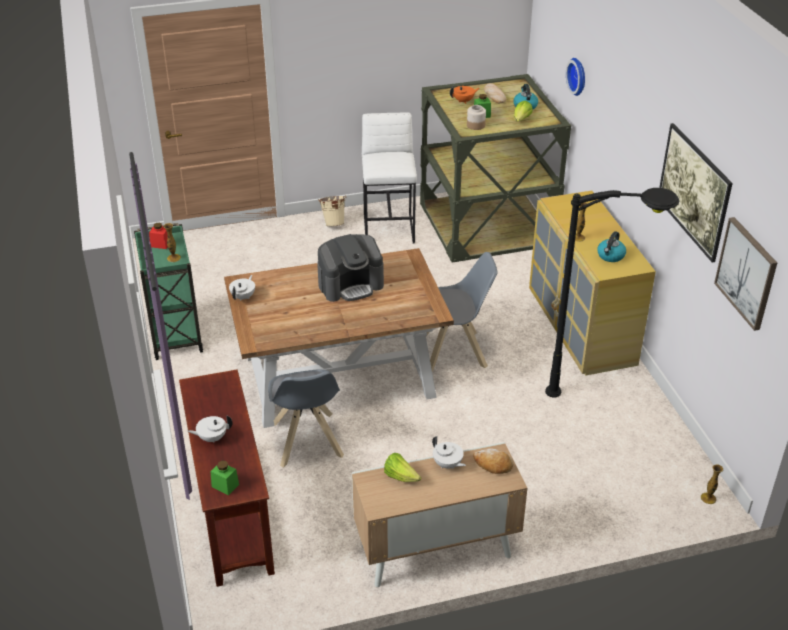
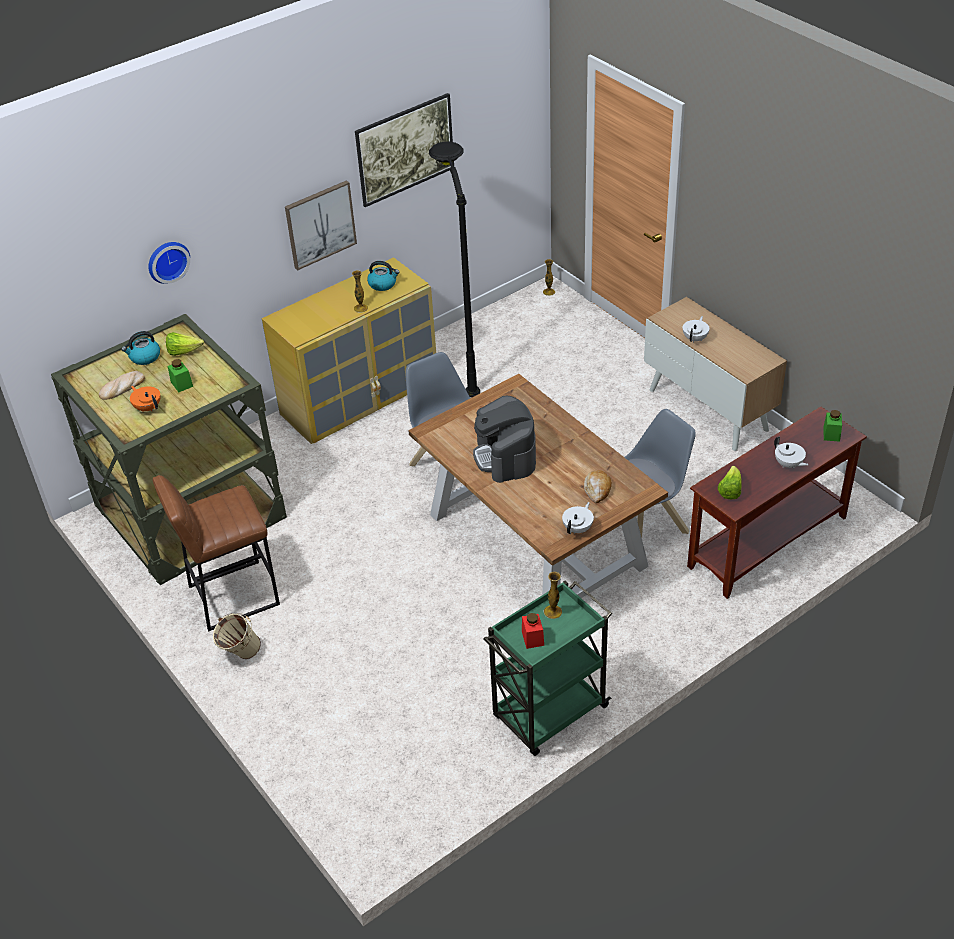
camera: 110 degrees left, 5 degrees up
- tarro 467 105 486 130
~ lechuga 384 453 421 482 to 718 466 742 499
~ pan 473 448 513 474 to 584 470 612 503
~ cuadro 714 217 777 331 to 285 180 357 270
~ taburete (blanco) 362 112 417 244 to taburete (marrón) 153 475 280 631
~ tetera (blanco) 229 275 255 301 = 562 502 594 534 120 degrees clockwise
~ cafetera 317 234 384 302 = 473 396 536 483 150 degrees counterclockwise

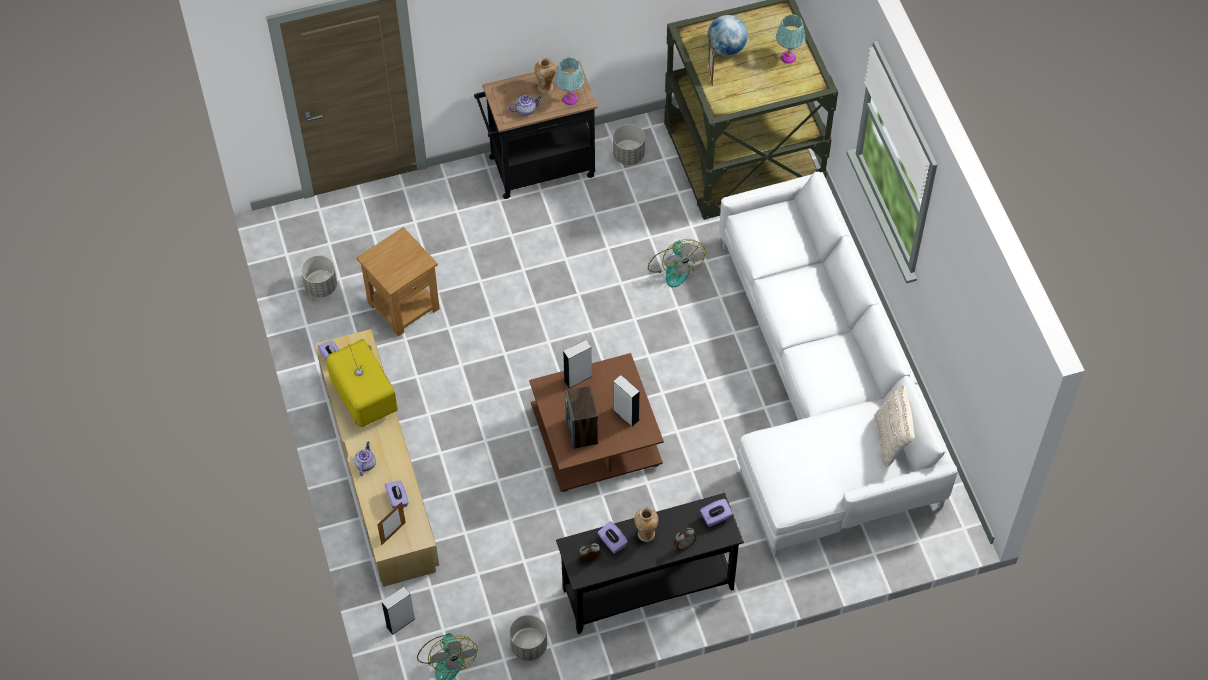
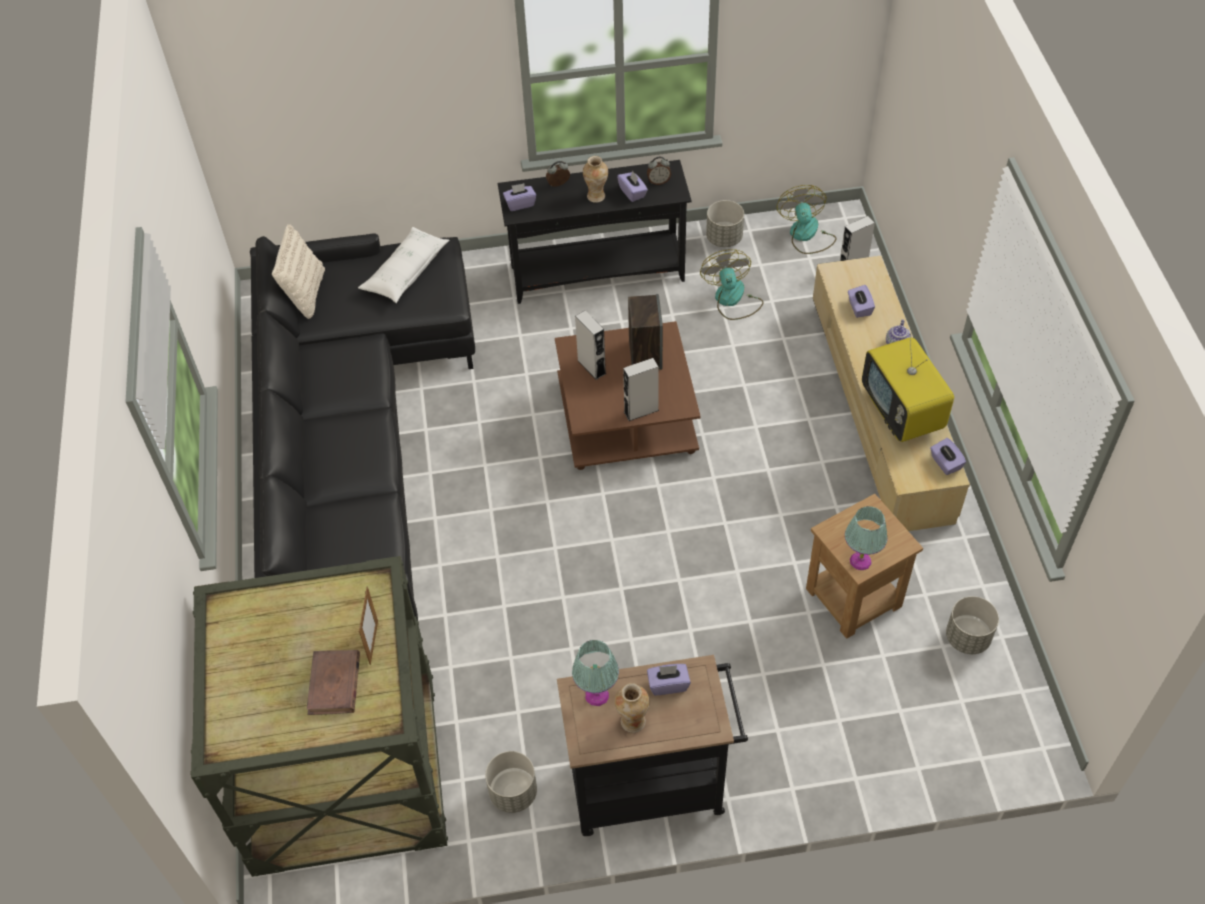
camera: 170 degrees left, 5 degrees down
- portarretratos 377 501 406 545
+ cojín (blanco) 358 227 449 303
~ ventilador 648 239 705 287 to 700 249 764 320
~ lámpara de mesa (turquesa) 776 15 806 63 to 845 506 887 570
~ tetera 509 95 542 116 to caja de pañuelos (morado) 647 664 691 696
~ globo terráqueo 707 15 748 56 to libro (marrón) 307 650 360 715
~ sofá (blanco) 719 171 958 557 to sofá (negro) 250 234 475 621

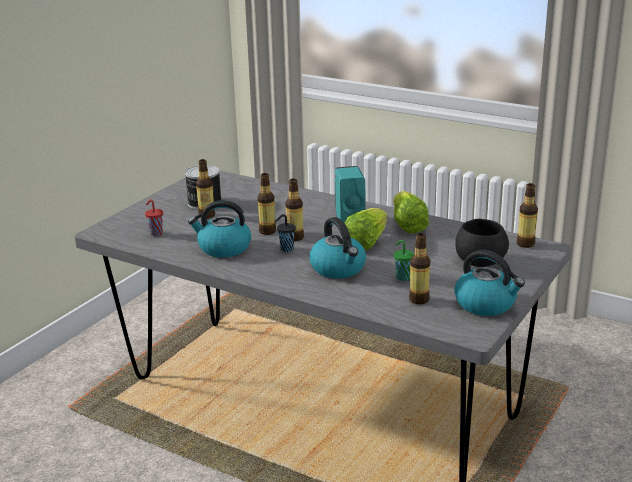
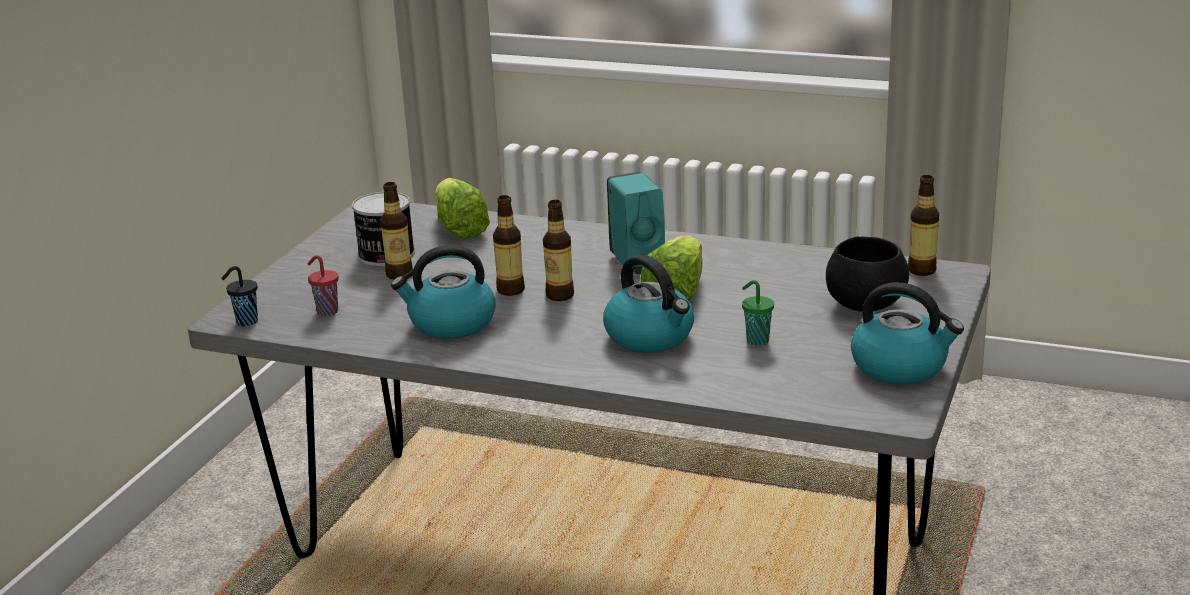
camera: 10 degrees left, 0 degrees up
- botella 409 233 430 304
~ taza (negro) 275 214 296 252 to 221 266 258 326
~ lechuga 393 191 429 233 to 435 178 490 239

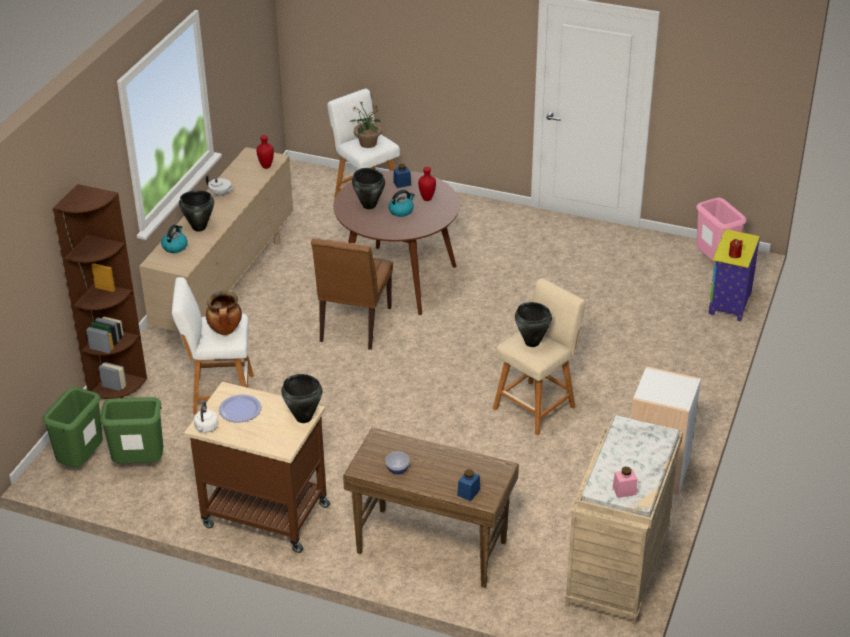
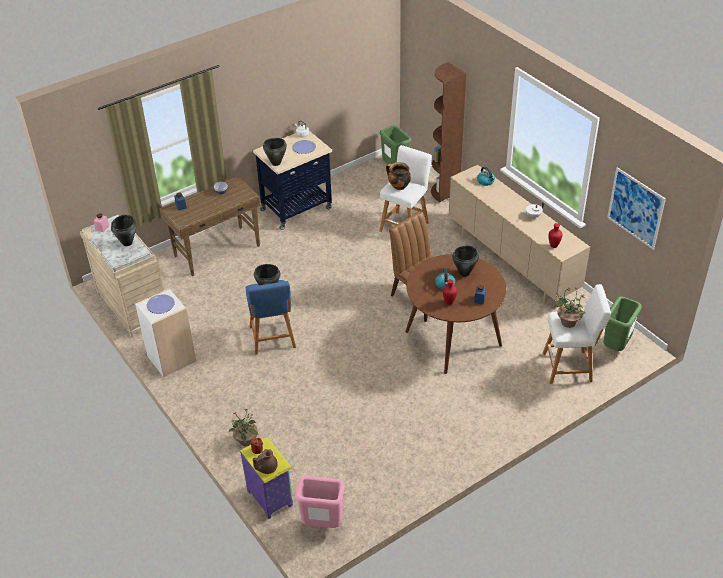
camera: 125 degrees right, 5 degrees up
+ plato 147 294 175 314
+ planta en maceta 229 408 259 446
+ tetera (marrón) 253 449 278 474
+ cuadro 607 167 666 250
~ papelera (verde) 100 397 163 464 to 604 297 642 351
~ olla (negro) 179 190 214 232 to 111 215 136 246
~ carrito (marrón) 184 382 330 553 to carrito (azul) 253 131 332 230
~ taburete (beis) 493 278 586 436 to taburete (azul) 246 280 296 355

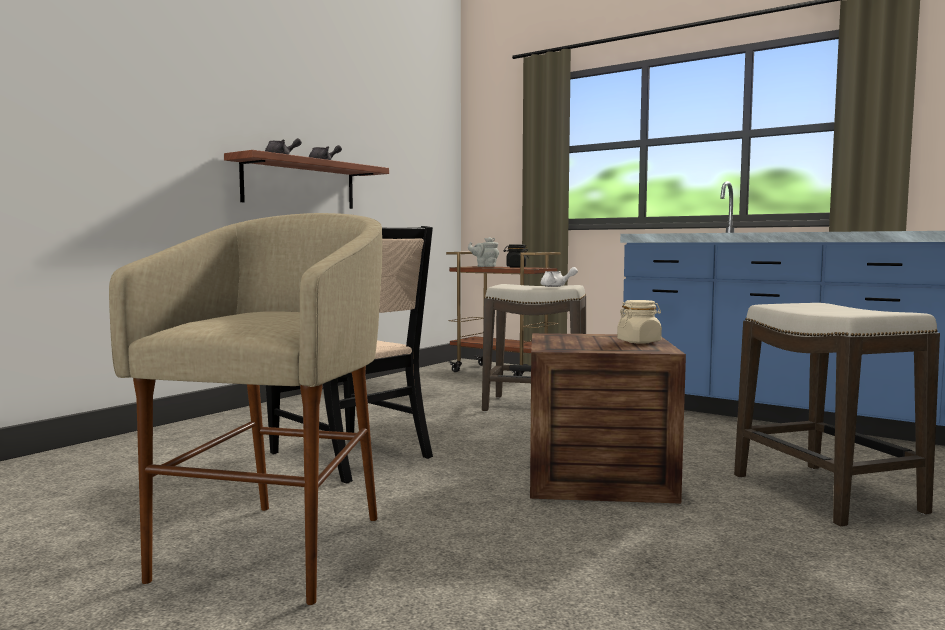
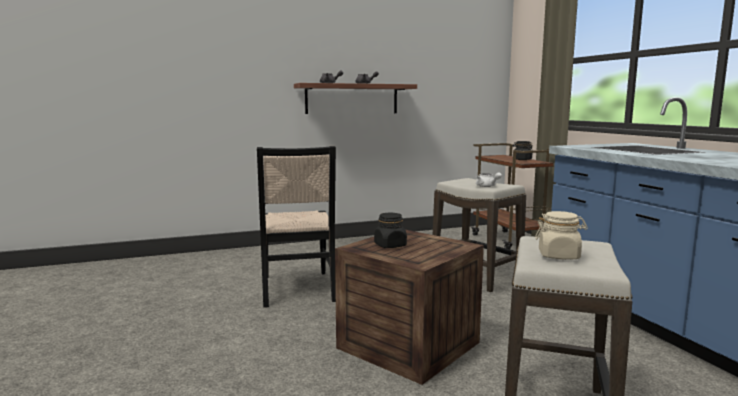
camera: 35 degrees right, 5 degrees up
- taburete (beis) 109 213 382 605
- tetera (gris) 468 237 499 267
+ tarro (negro) 374 213 407 248
~ tarro (beis) 617 300 662 344 to 535 211 588 259

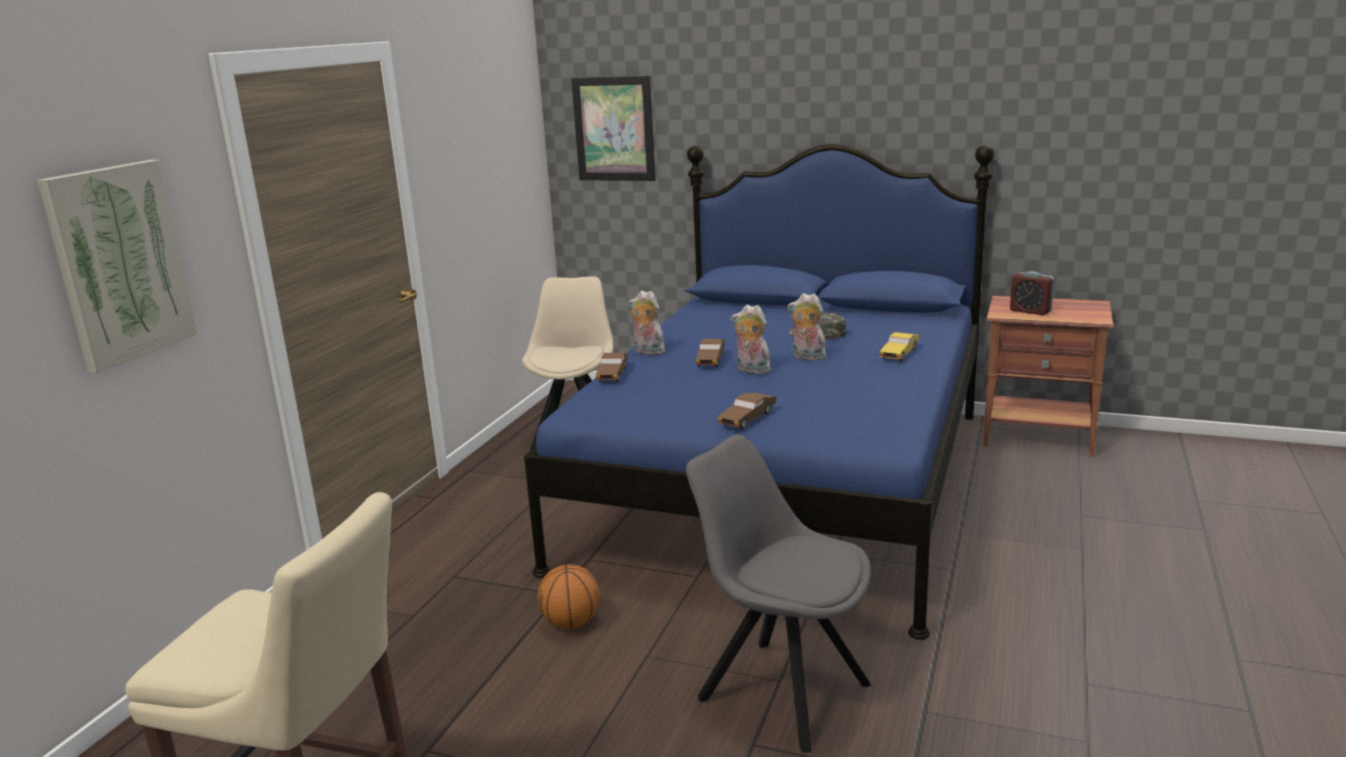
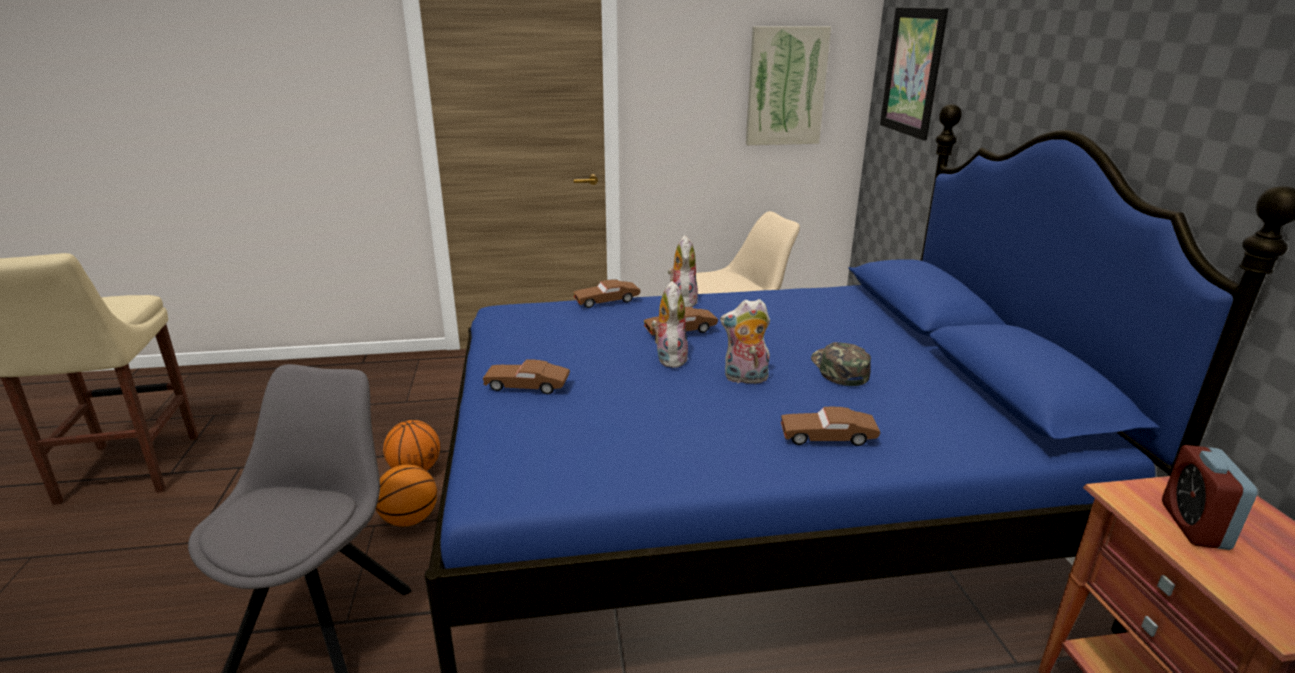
camera: 60 degrees right, 5 degrees up
+ balón de baloncesto 376 464 437 527
~ cuadro 37 160 198 373 to 746 26 831 145
~ coche de juguete (amarillo) 880 332 919 362 to coche de juguete (marrón) 781 407 880 446
~ peluche 787 293 826 360 = 720 299 770 384 90 degrees counterclockwise

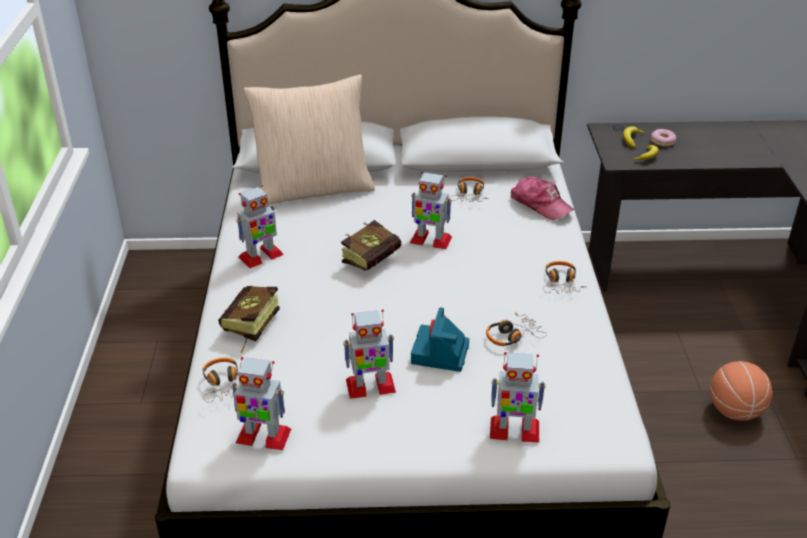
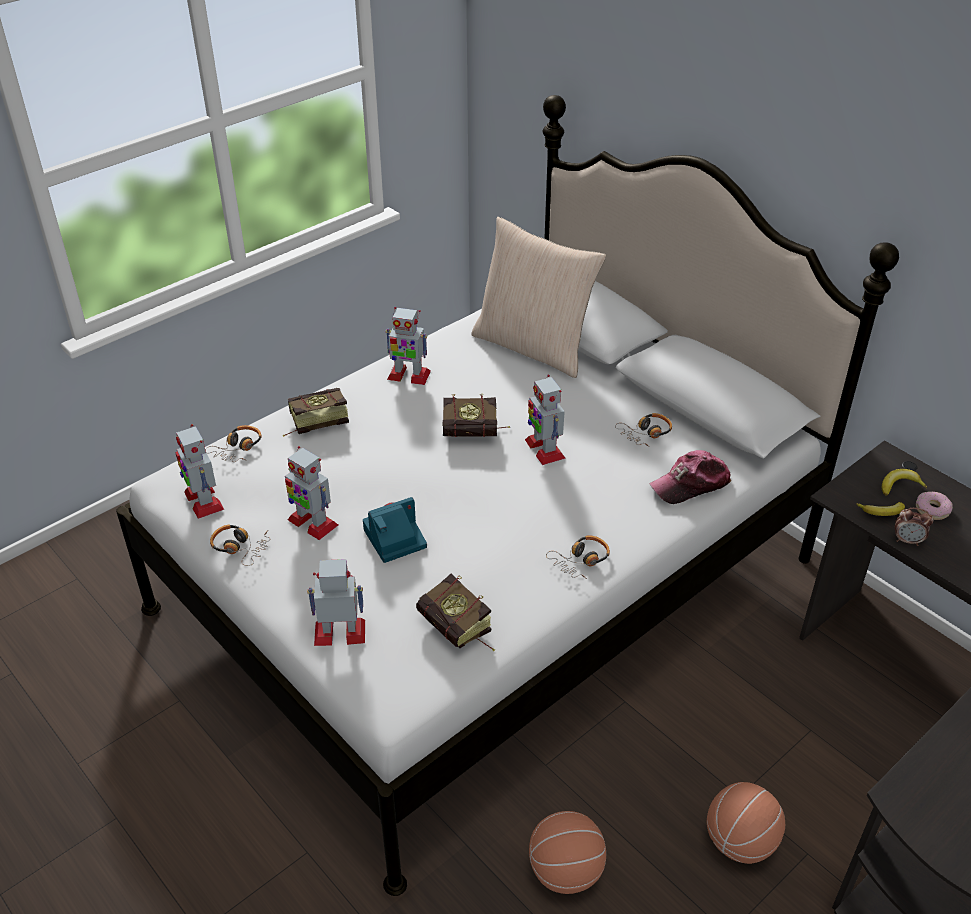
camera: 50 degrees right, 5 degrees up
+ libro 416 574 495 652
+ balón de baloncesto 529 811 606 894
+ despertador 895 508 933 546
~ auriculares 486 312 547 346 to 210 524 271 566
~ robot de juguete 490 352 546 443 = 307 559 365 646 120 degrees clockwise
~ gorra 511 176 574 220 = 649 450 731 504 60 degrees clockwise

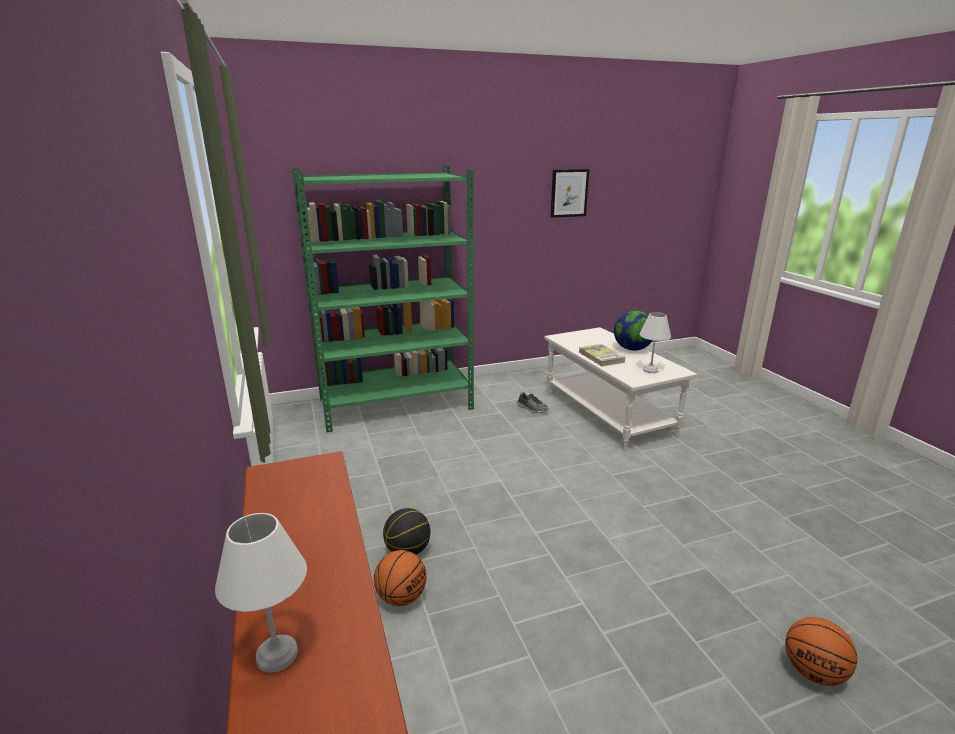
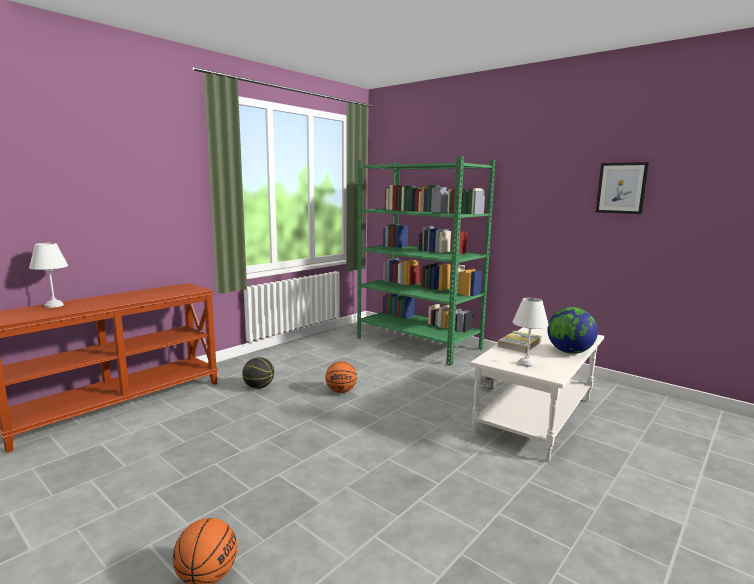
camera: 60 degrees right, 10 degrees down
~ balón de baloncesto 374 550 426 606 to 325 361 357 393

